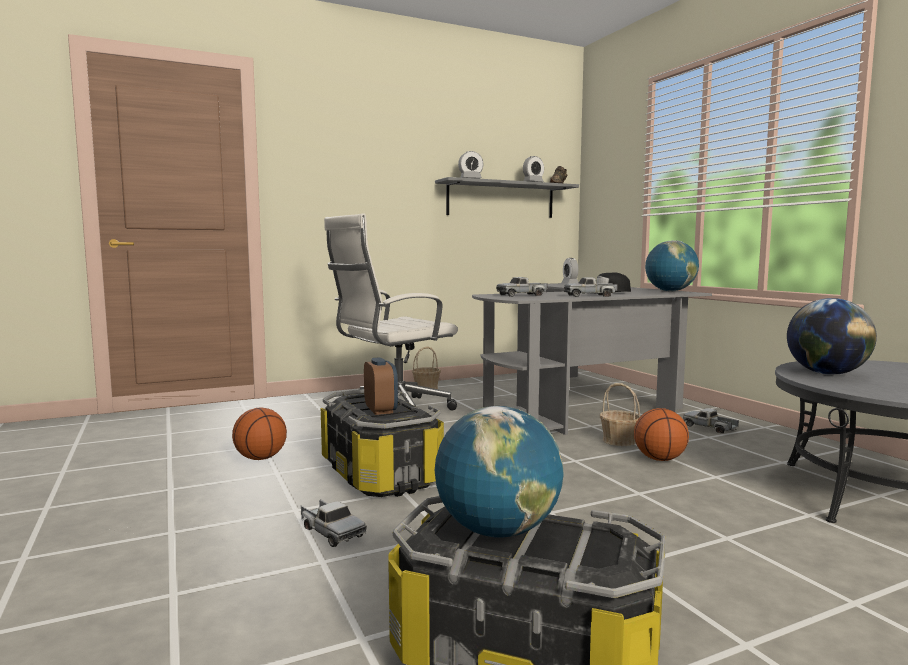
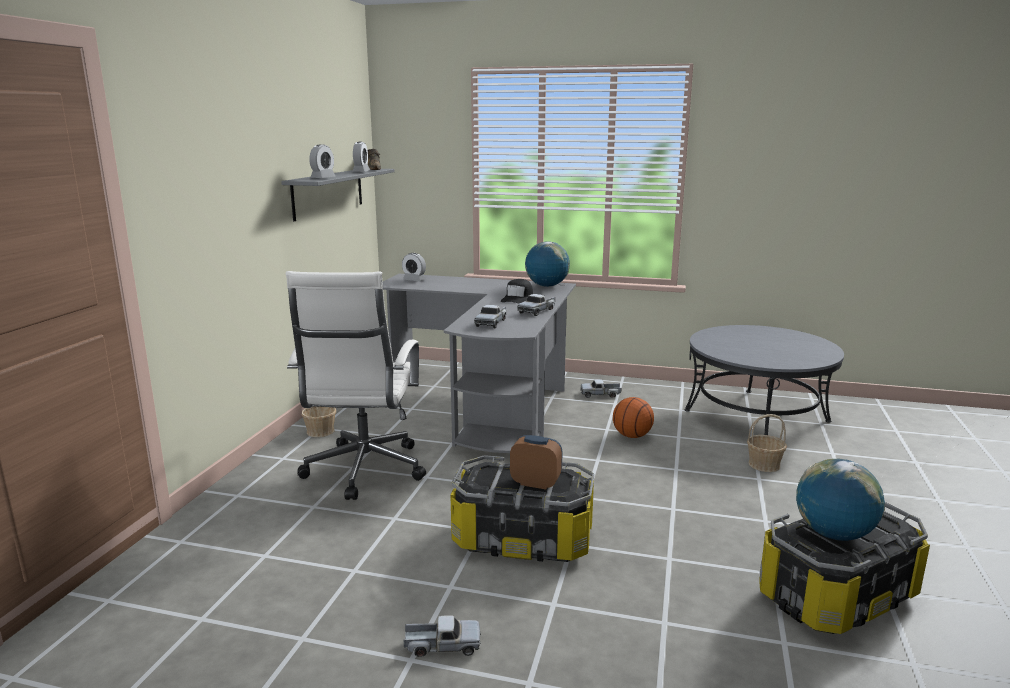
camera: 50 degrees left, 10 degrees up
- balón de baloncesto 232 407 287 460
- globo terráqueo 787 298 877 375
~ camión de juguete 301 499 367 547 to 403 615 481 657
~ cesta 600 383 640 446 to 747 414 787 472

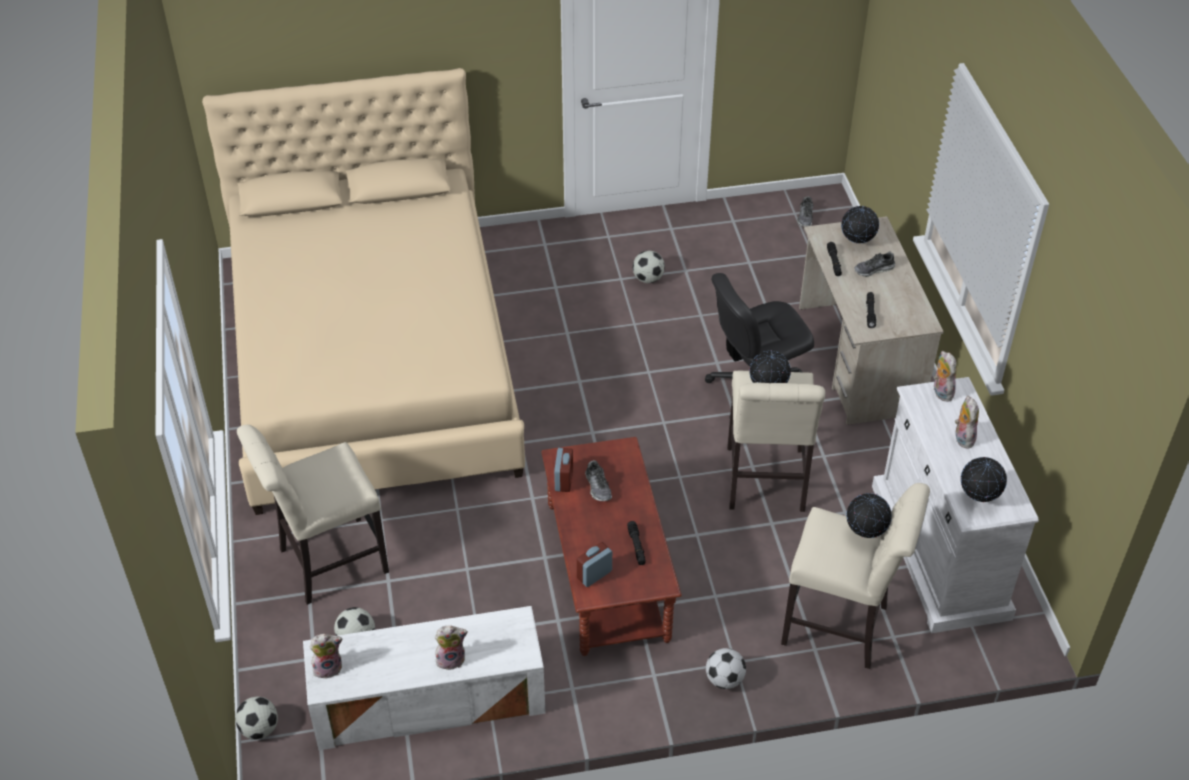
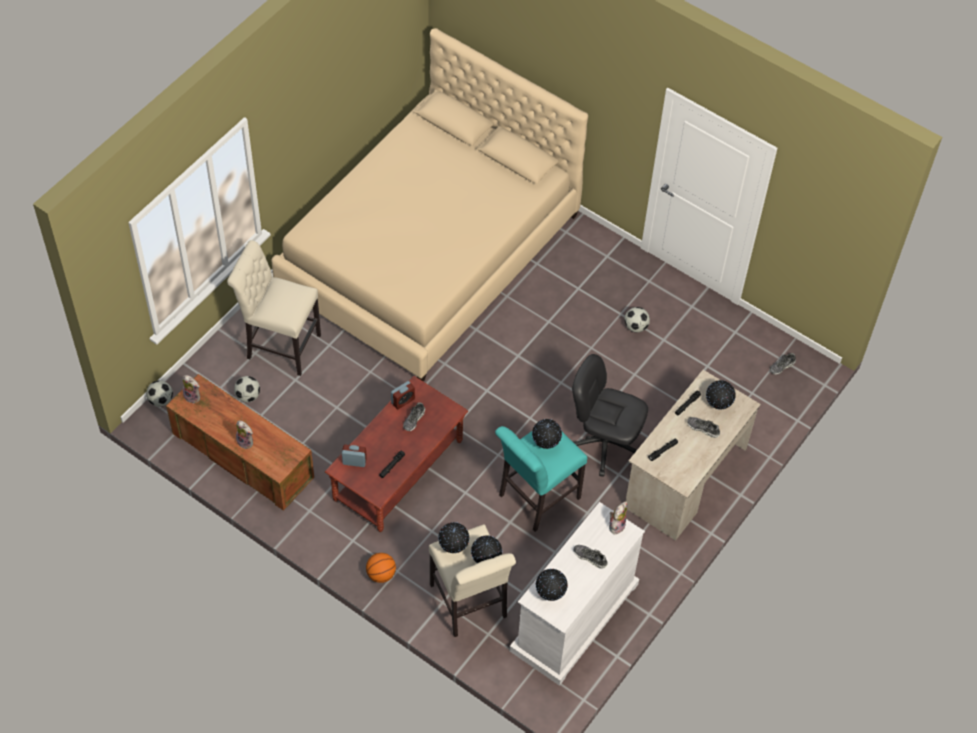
camera: 45 degrees right, 10 degrees up
+ globo terráqueo 438 522 469 553
~ balón de fútbol 706 648 746 689 to balón de baloncesto 366 553 396 583
~ peluche 955 396 979 449 to zapato 574 545 608 569
~ banco (blanco) 303 606 546 750 to banco (marrón) 166 374 314 511
~ taburete (beis) 727 371 825 512 to taburete (turquesa) 495 426 587 532

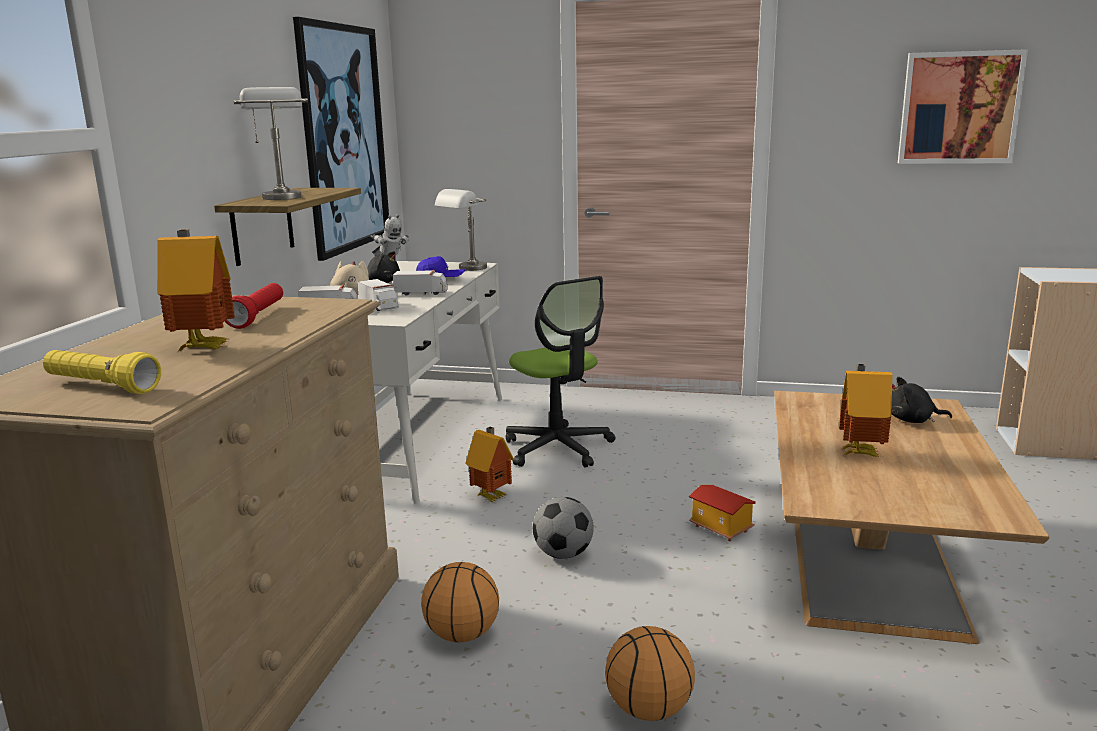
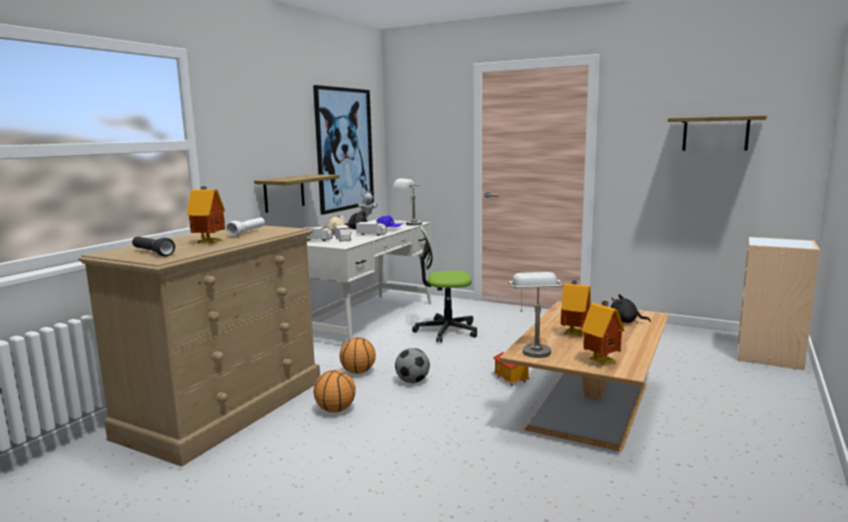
camera: 15 degrees right, 5 degrees down
~ lámpara de mesa (gris) 234 87 308 200 to 508 272 564 358
~ casita 465 427 514 502 to 582 301 625 365
~ balón de baloncesto 605 626 695 721 to 340 337 376 374
~ cuadro 898 49 1028 164 to estante 668 116 767 151
~ linterna (amarillo) 43 350 161 394 to linterna (negro) 132 236 175 256
~ linterna (rojo) 225 283 283 329 to linterna (blanco) 226 217 265 237
~ silla de oficina 506 276 616 468 = 412 225 477 343 105 degrees clockwise

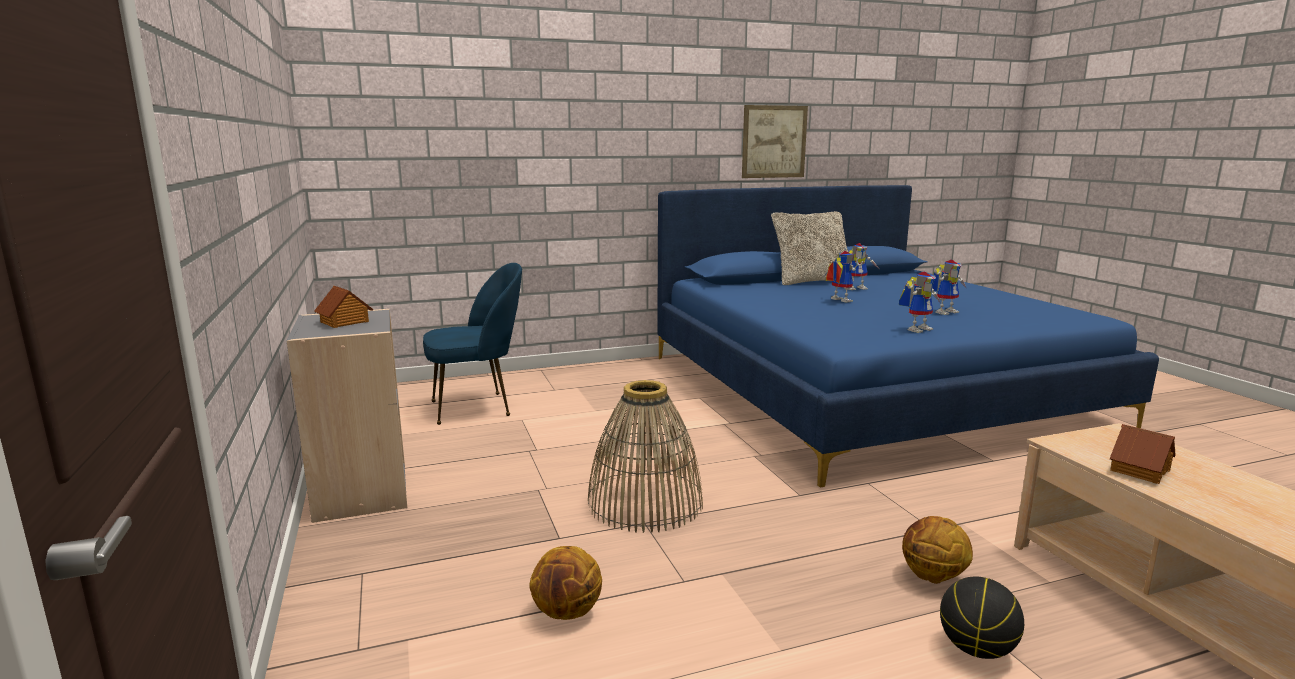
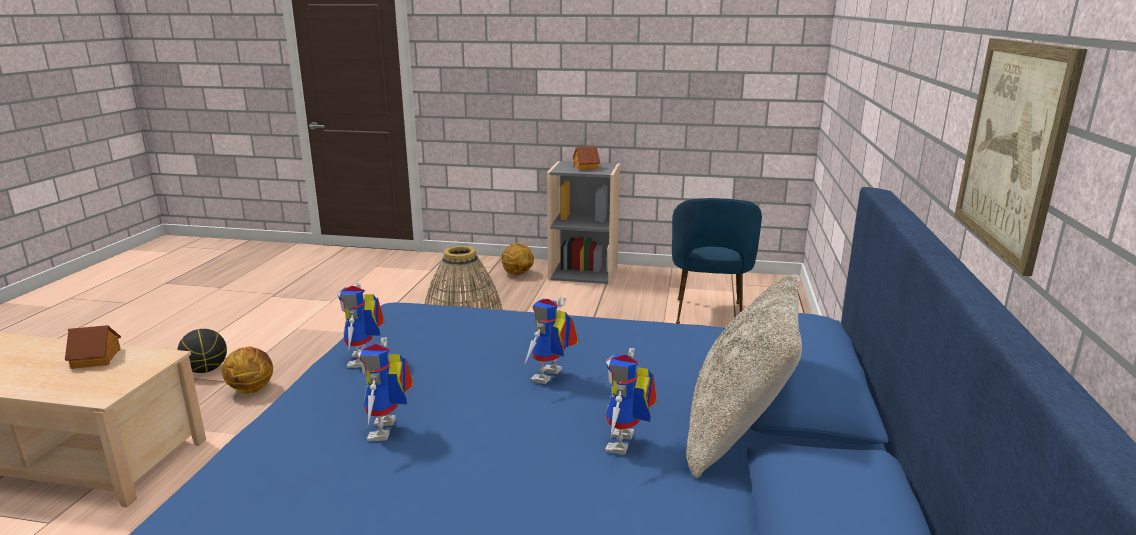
camera: 120 degrees right, 5 degrees up
~ balón de baloncesto 530 546 602 620 to 502 243 534 275
~ robot de juguete 823 251 863 302 = 524 296 578 384 120 degrees clockwise

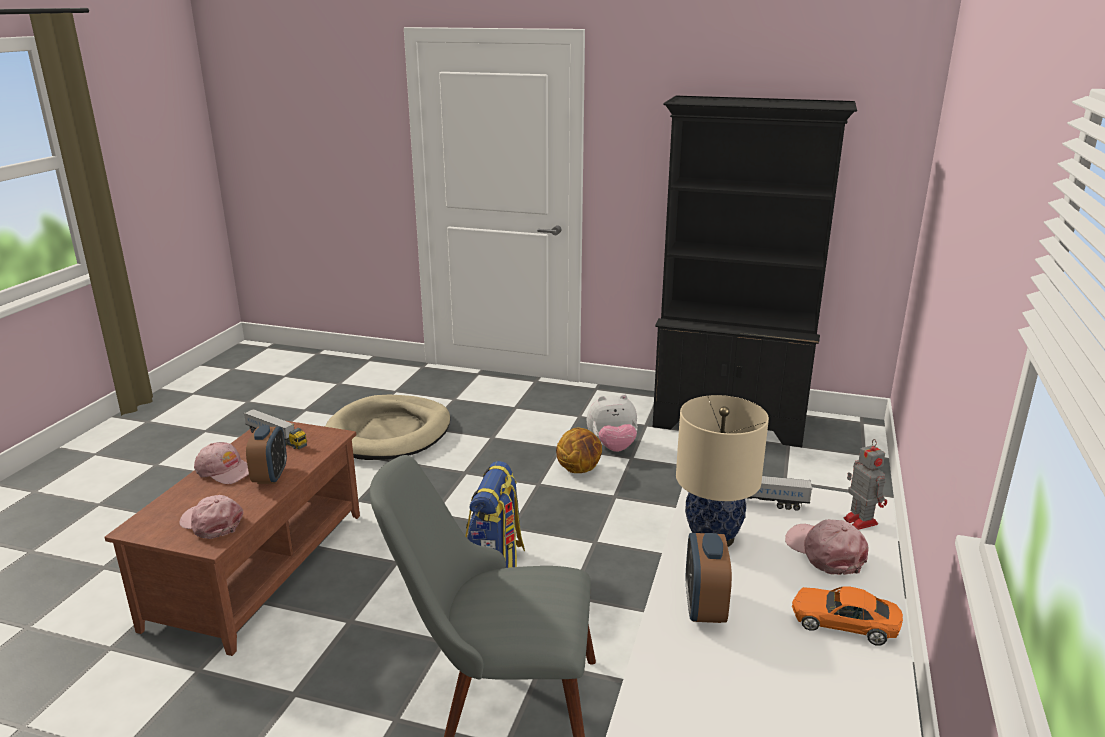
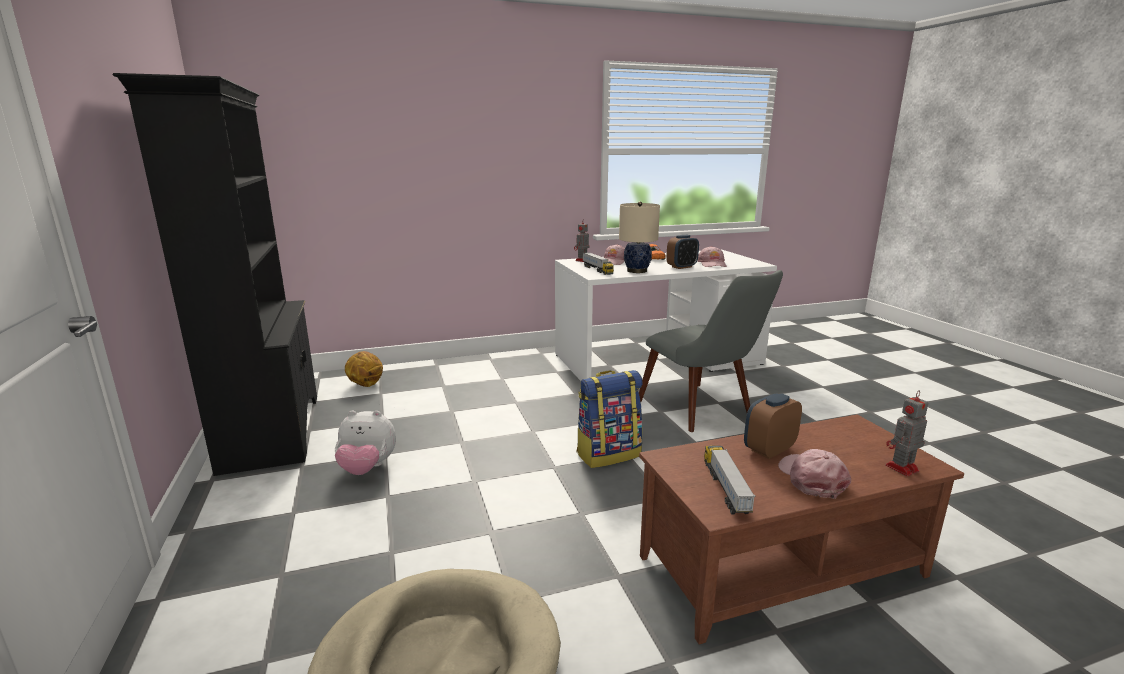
camera: 125 degrees left, 5 degrees down
+ robot de juguete 885 390 928 476
~ gorra (rosa) 180 495 243 539 to 698 246 727 267
~ balón de baloncesto 556 428 602 473 to 345 351 383 387
~ peluche 587 394 638 452 = 335 411 396 475 135 degrees clockwise

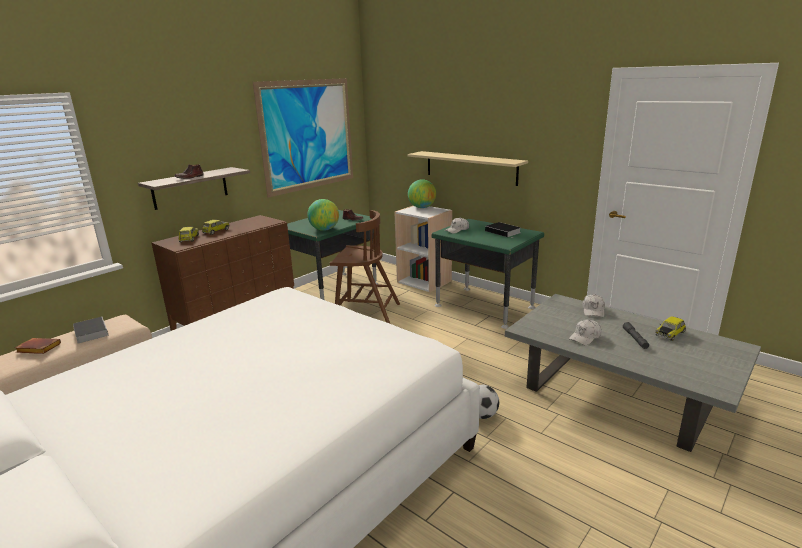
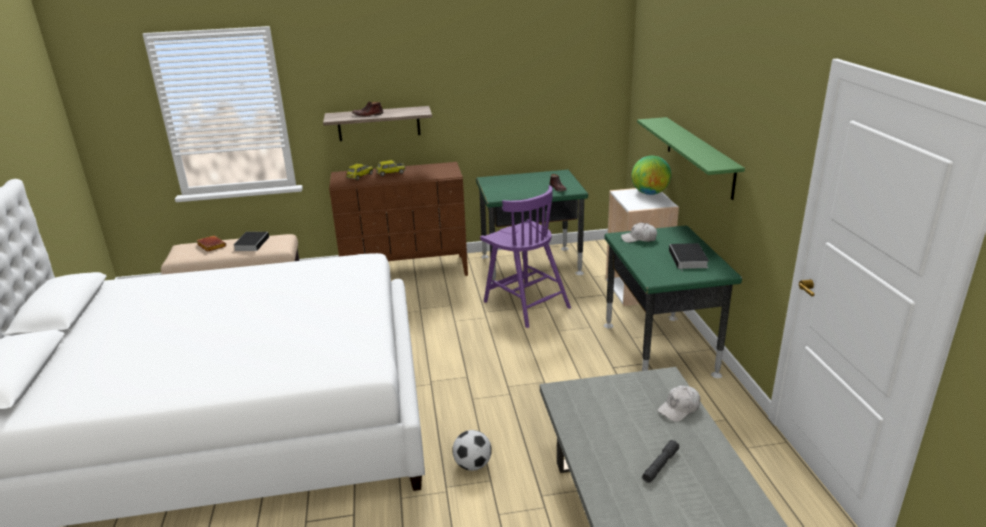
camera: 40 degrees right, 5 degrees up
- cuadro 253 78 353 198
- globo terráqueo 307 199 339 231
- gorra (blanco) 569 320 601 345
- coche de juguete 655 316 686 341
~ silla (marrón) 330 210 400 323 to silla (morado) 480 185 571 328
~ estante (beis) 407 151 528 186 to estante (verde) 637 117 745 200

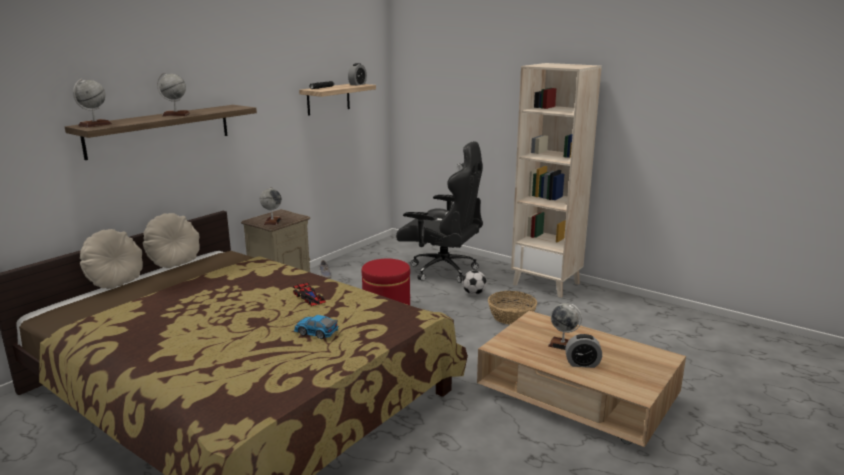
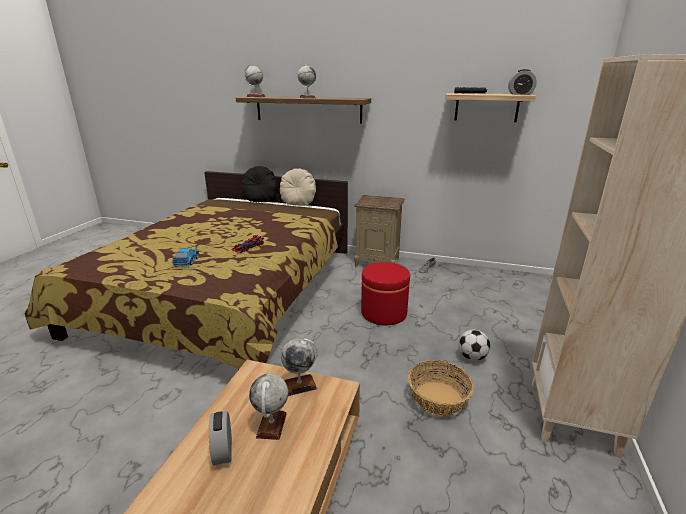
camera: 70 degrees right, 5 degrees up
- silla de oficina (negro) 396 141 483 283
~ globo terráqueo 260 186 282 225 to 281 338 318 396
~ cojín (beis) 80 229 143 289 to cojín (negro) 241 166 278 202

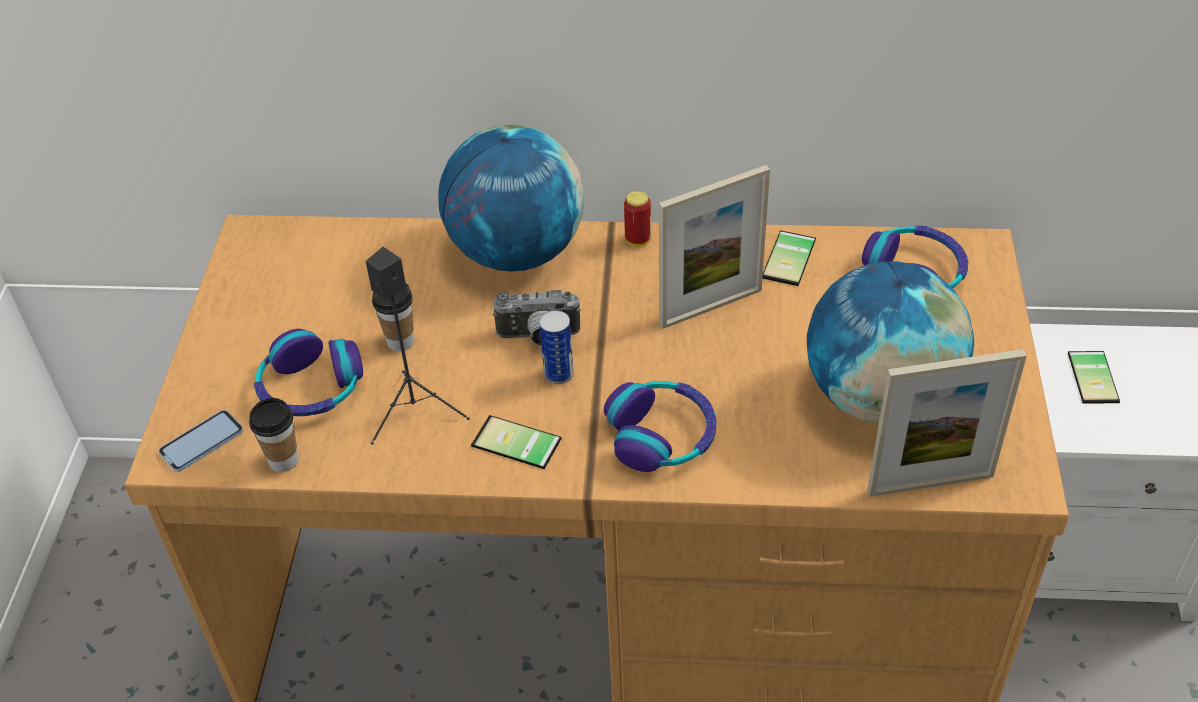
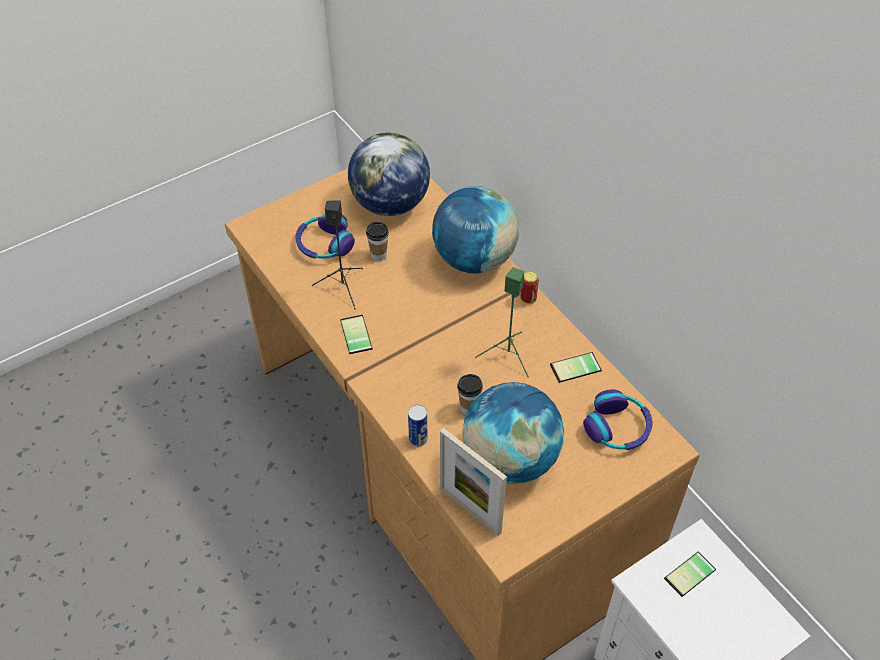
camera: 50 degrees right, 5 degrees up
- móvil 158 410 244 472
- cámara 493 290 581 346
- auriculares 604 381 717 472
+ globo terráqueo 348 132 430 216
~ taza 249 398 299 472 to 457 374 483 414
~ lata 539 310 574 384 to 408 405 428 447
~ portarretratos 659 165 770 329 to altavoz (verde) 475 267 529 378

